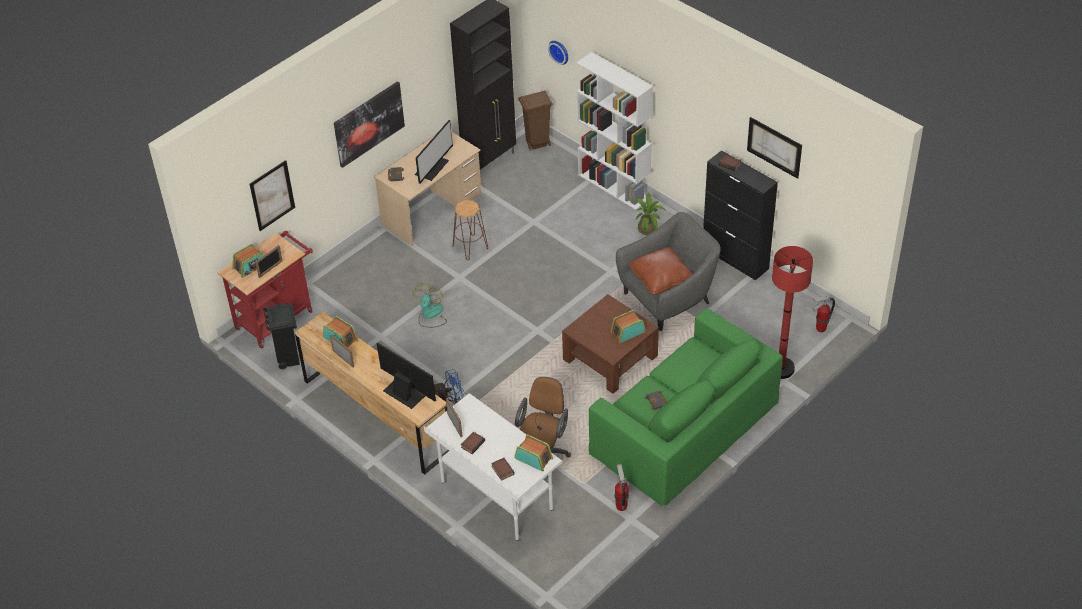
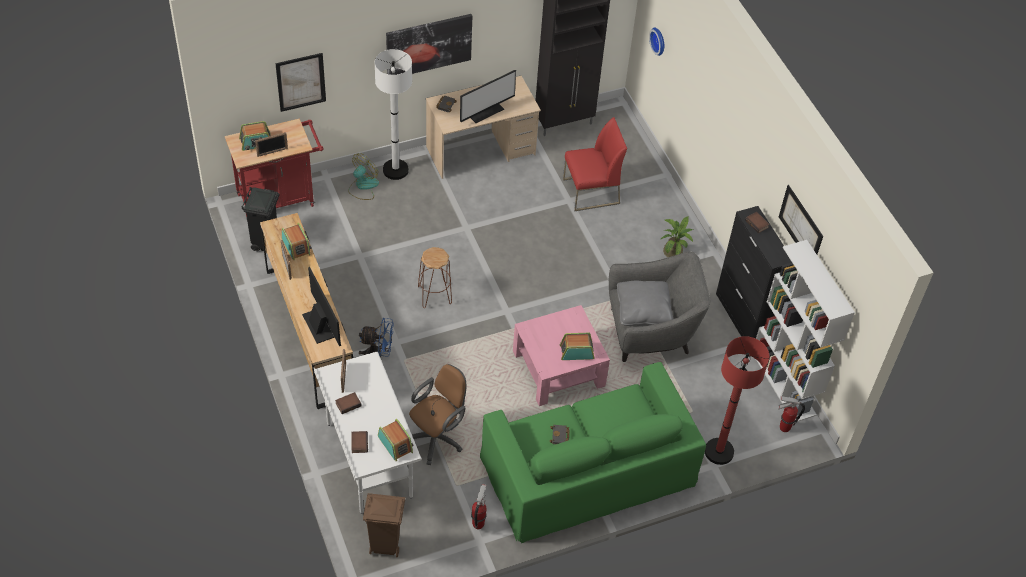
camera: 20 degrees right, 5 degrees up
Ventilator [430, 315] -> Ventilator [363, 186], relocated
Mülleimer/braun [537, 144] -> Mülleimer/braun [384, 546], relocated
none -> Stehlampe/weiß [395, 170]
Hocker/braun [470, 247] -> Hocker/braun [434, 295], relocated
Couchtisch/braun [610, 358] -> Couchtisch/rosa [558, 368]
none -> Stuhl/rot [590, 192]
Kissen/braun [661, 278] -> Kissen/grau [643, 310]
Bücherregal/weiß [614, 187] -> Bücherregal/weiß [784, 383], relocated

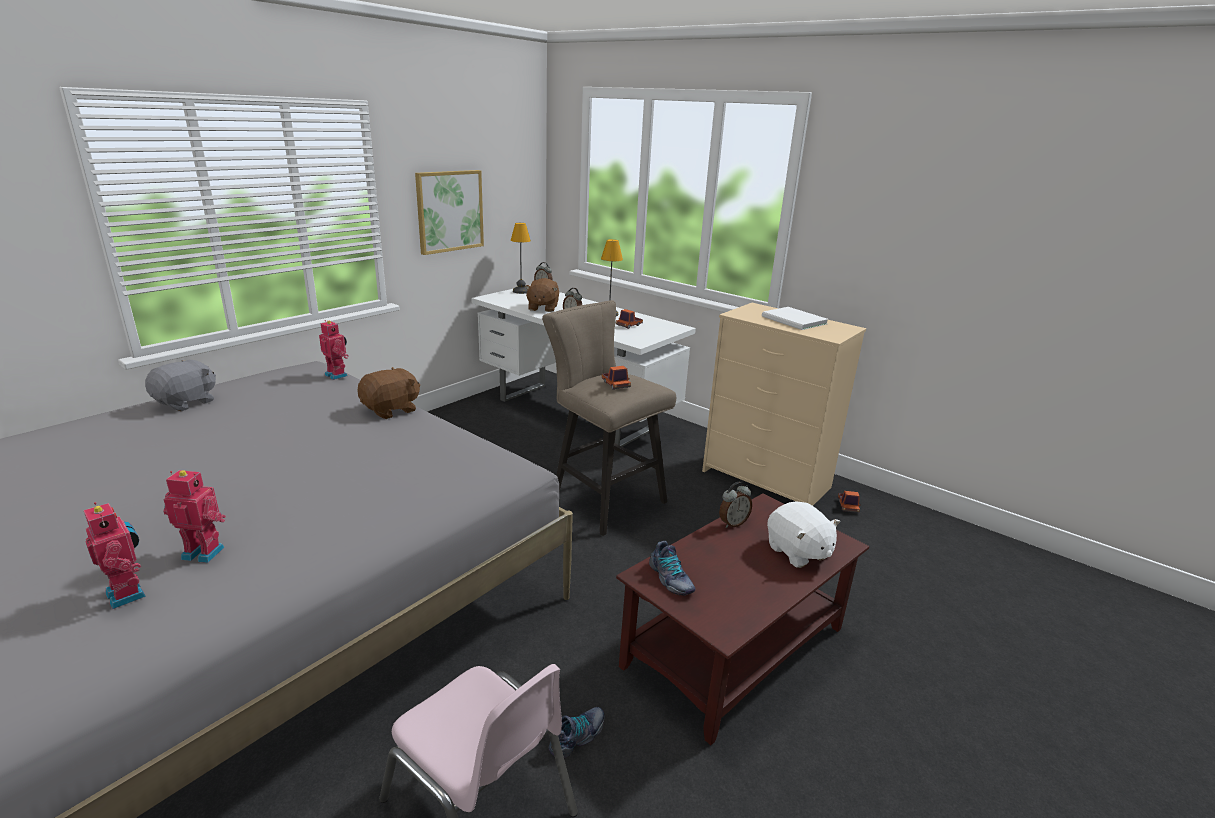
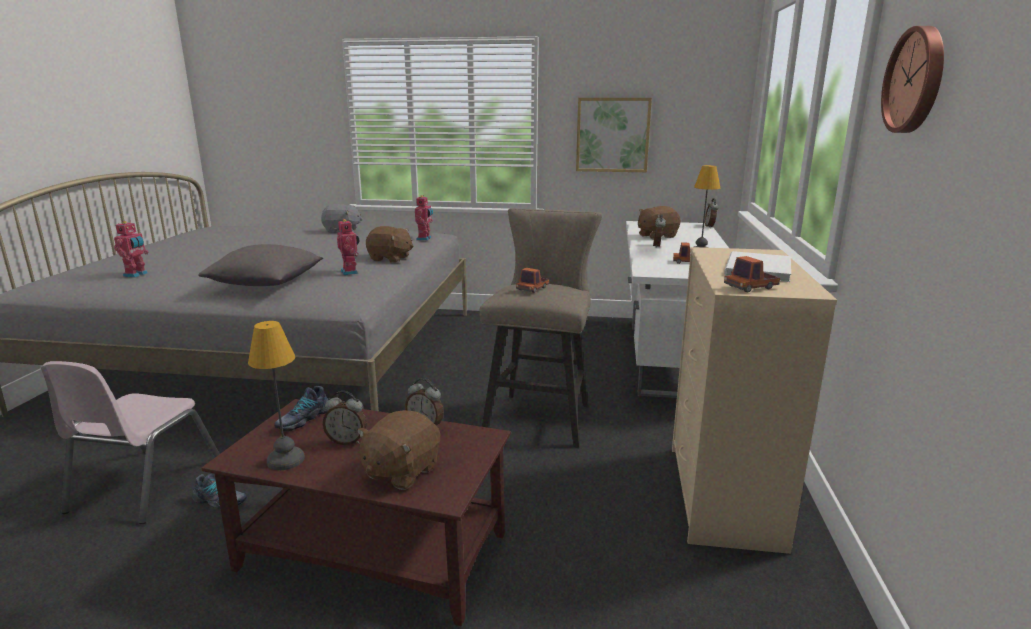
camera: 60 degrees right, 5 degrees down
none -> Kissen/grau [267, 284]
Tischlampe [520, 291] -> Tischlampe [286, 459], relocated
none -> Wecker [347, 441]
Spielzeugroboter [204, 551] -> Spielzeugroboter [350, 272], relocated
Plüschtier/weiß [797, 552] -> Plüschtier/braun [400, 471]
Spielzeuglaster [847, 506] -> Spielzeuglaster [750, 287], relocated
none -> Wanduhr [916, 80]

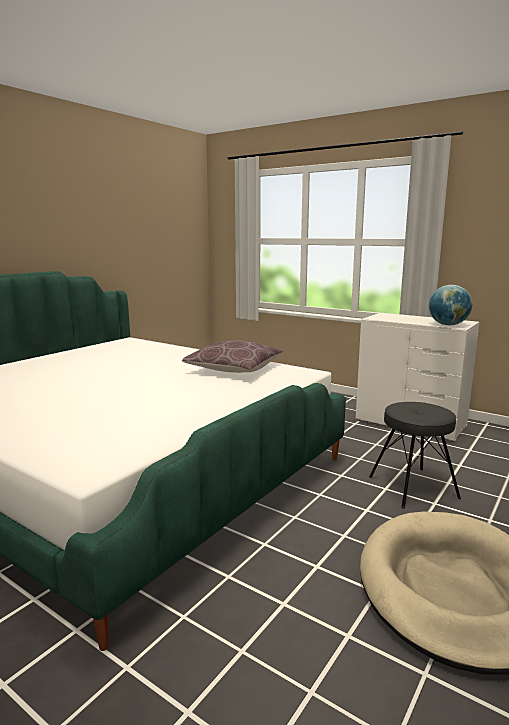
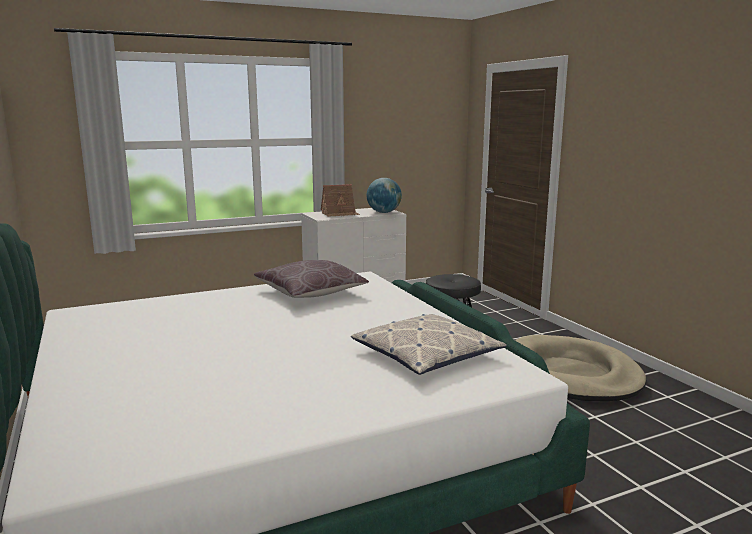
camera: 60 degrees left, 0 degrees up
none -> Spielzeughaus [340, 214]
none -> Kissen [426, 354]

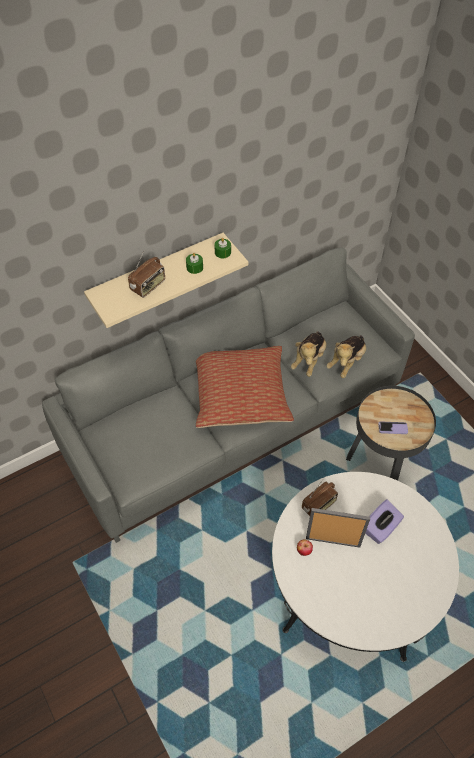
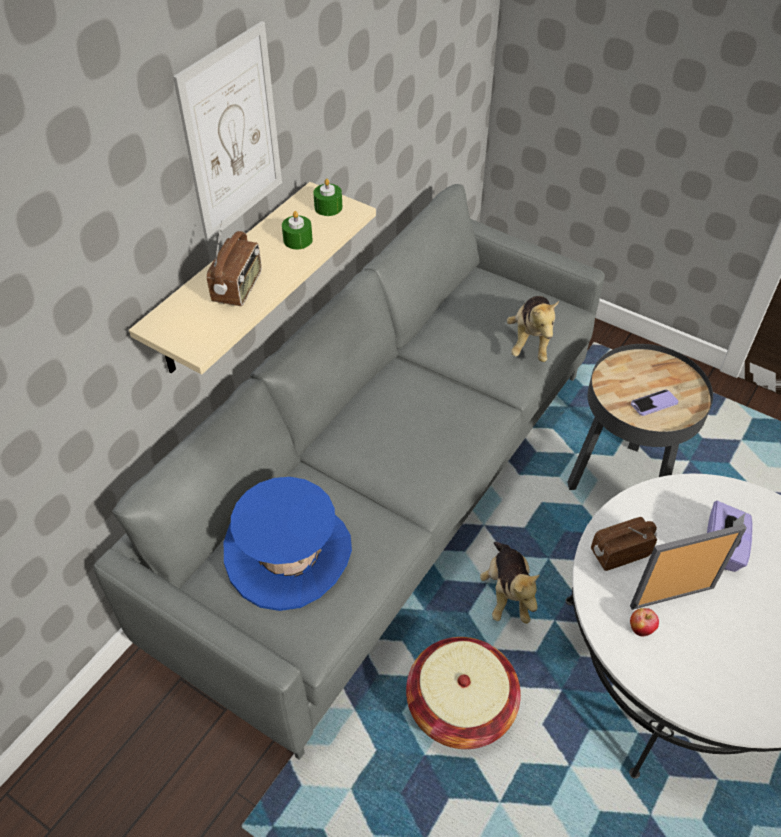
camera: 25 degrees left, 5 degrees down
none -> Bild [232, 135]
none -> Hut/blau [288, 554]
none -> Korb [461, 705]
Plüschtier [309, 360] -> Plüschtier [507, 593], relocated
Radio [319, 506] -> Radio [619, 553], 135 degrees counterclockwise
Kissen [241, 394] -> none

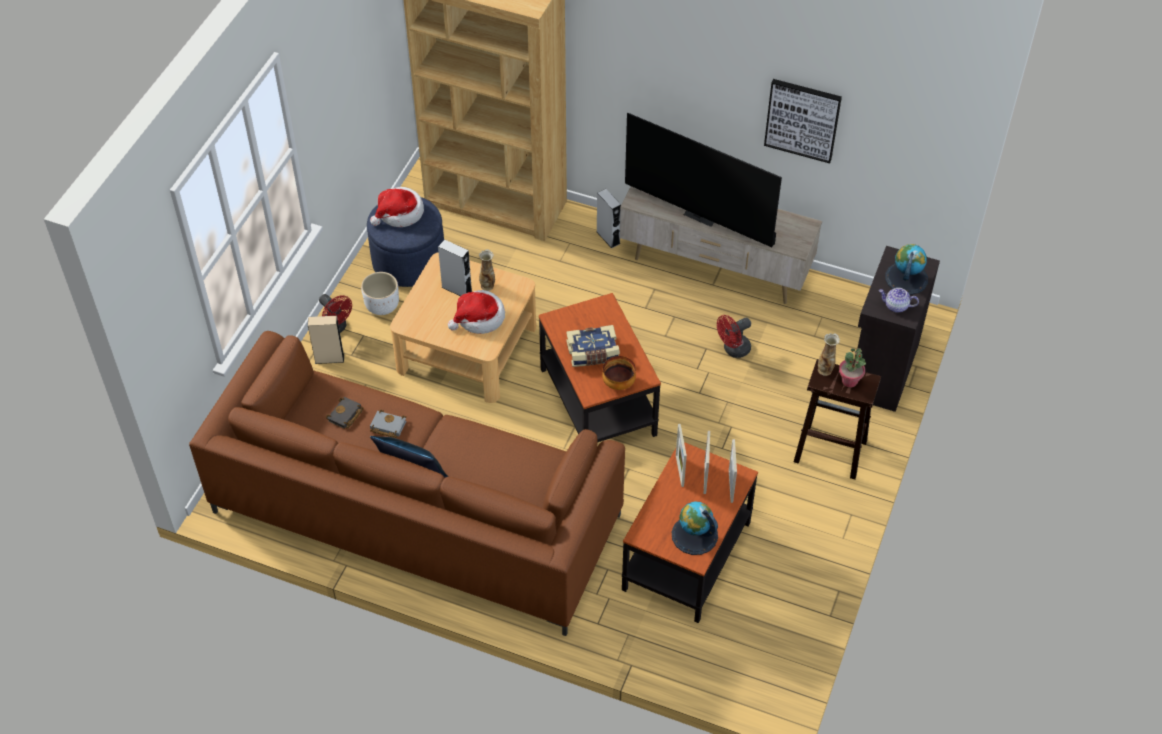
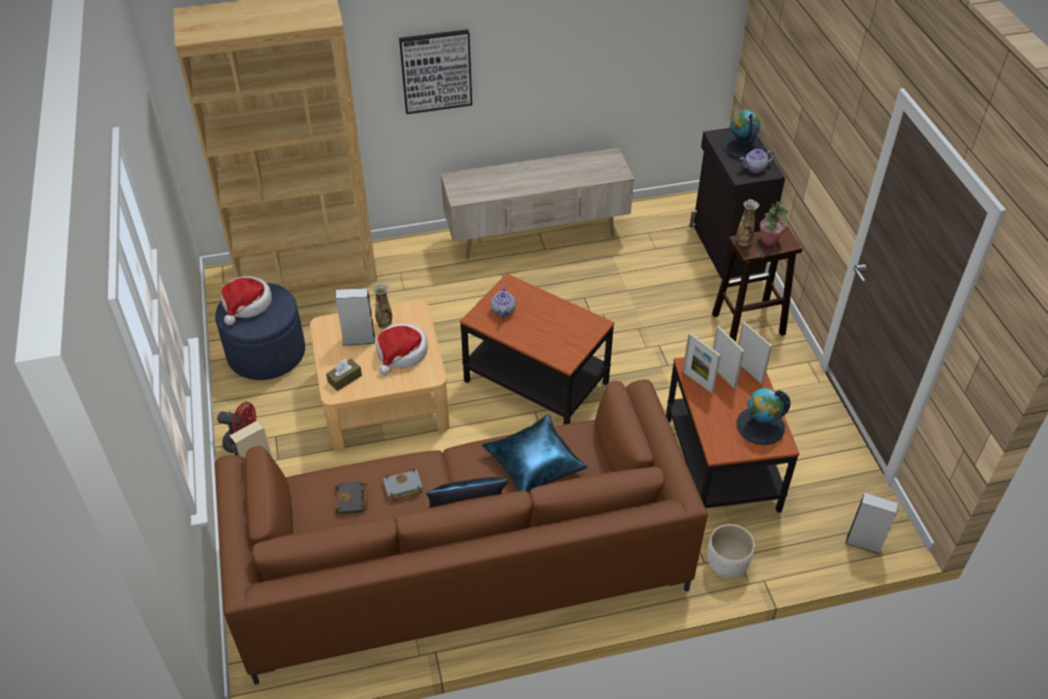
camera: 35 degrees left, 5 degrees down
none -> Taschentuchbox/braun [344, 379]
Bild [802, 119] -> Bild [436, 71], relocated
none -> Kissen/blau [534, 463]
none -> Teekanne [503, 311]
Pflanzkübel/weiß [382, 306] -> Pflanzkübel/weiß [726, 564], relocated
Lautsprecher/grau [608, 237] -> Lautsprecher/grau [863, 543], relocated
Buch [593, 353] -> none
Schüssel [618, 383] -> none
Fernseher [702, 214] -> none
Ventilator/rot [733, 350] -> none

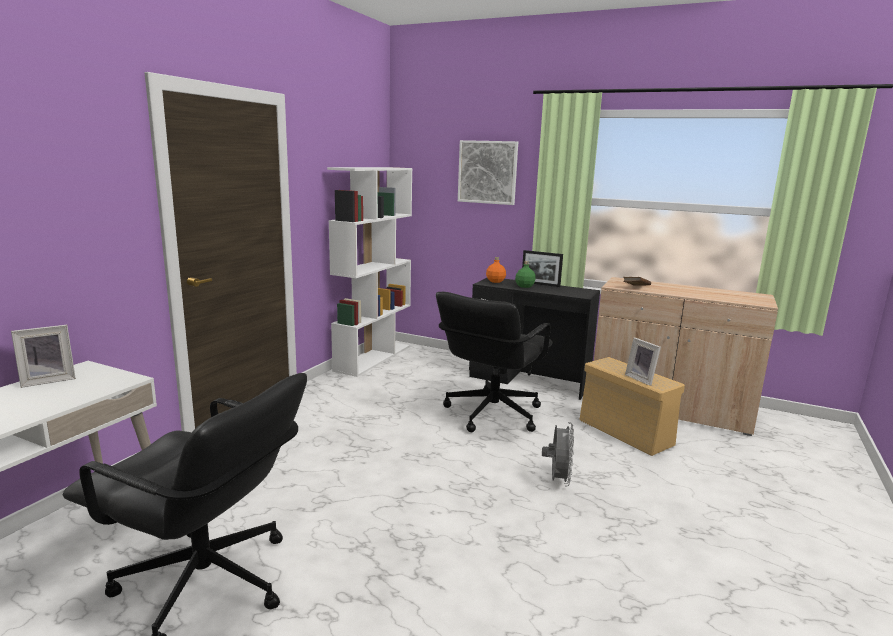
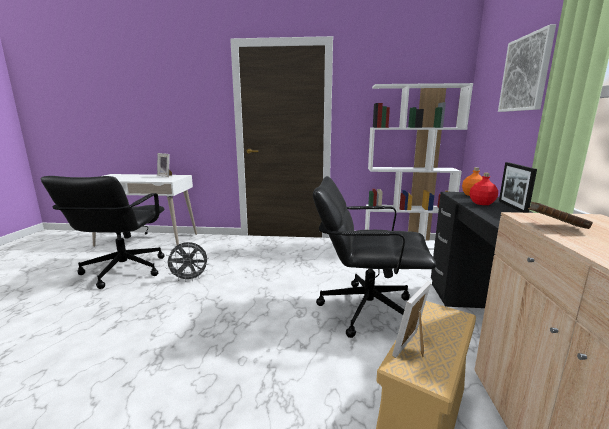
camera: 70 degrees right, 0 degrees up
Ventilator/grau [557, 480] -> Ventilator/grau [190, 279], relocated
Flasche/grün [525, 286] -> Flasche/rot [482, 203]

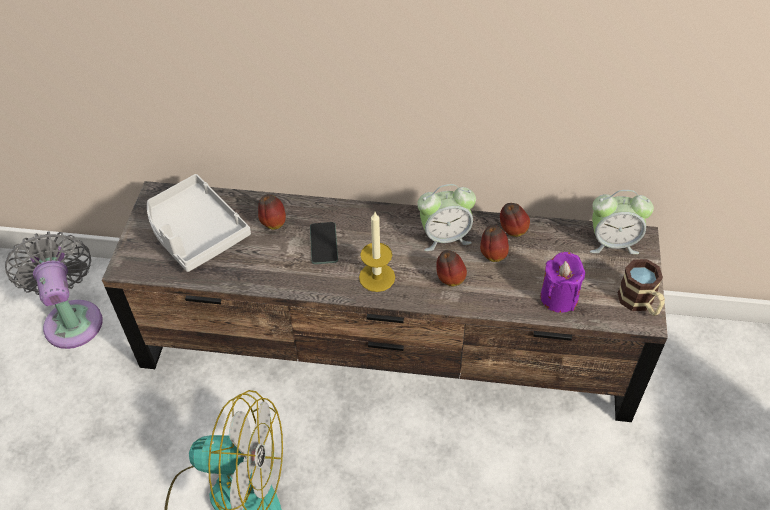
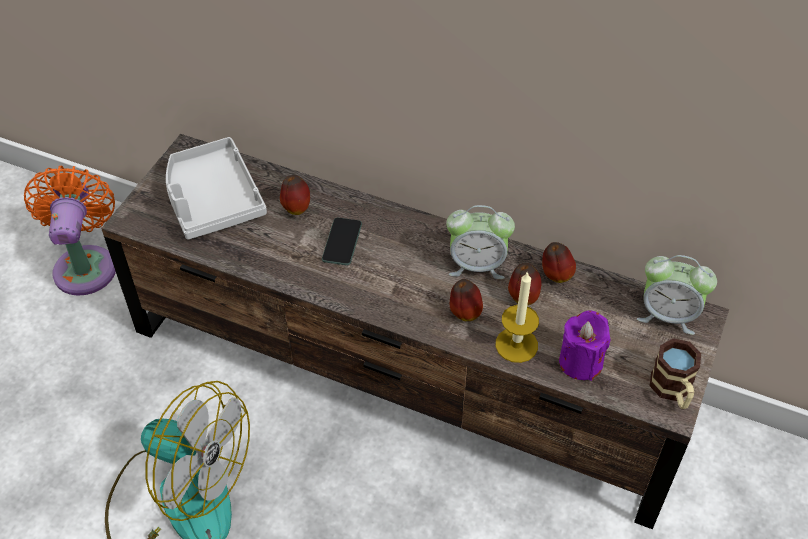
camera: 15 degrees right, 0 degrees up
Ventilator/grau [72, 319] -> Ventilator/orange [86, 265]
Kerze [377, 277] -> Kerze [516, 345], relocated

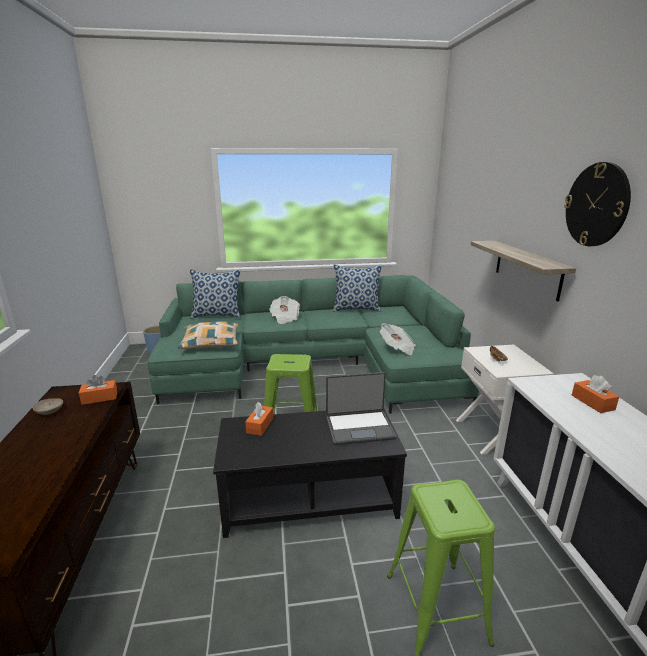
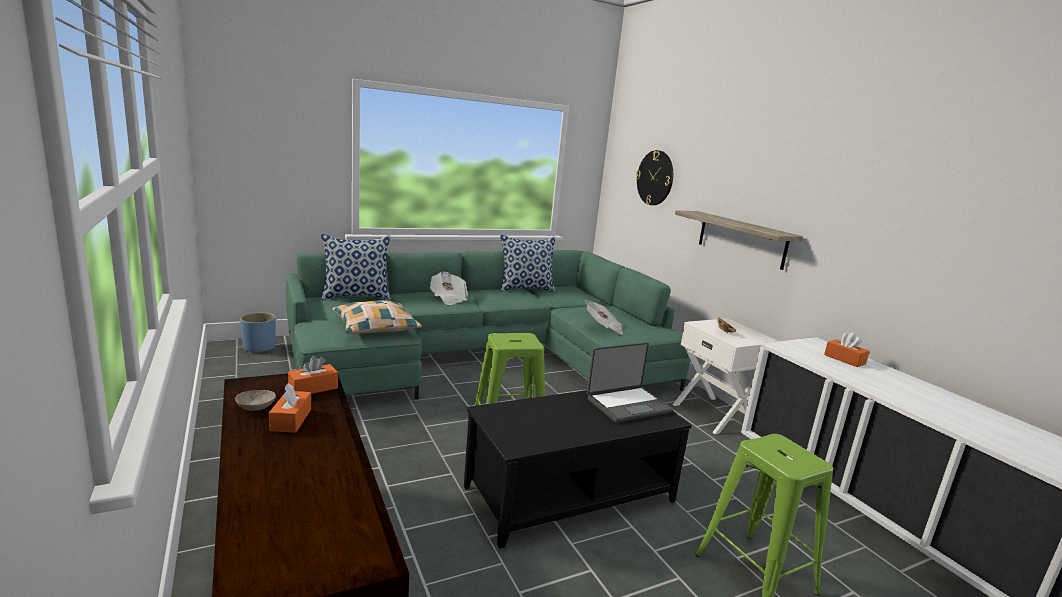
camera: 20 degrees left, 5 degrees down
Taschentuchbox/orange [260, 425] -> Taschentuchbox/orange [291, 420], relocated
Wanduhr [596, 205] -> Wanduhr [655, 178], relocated

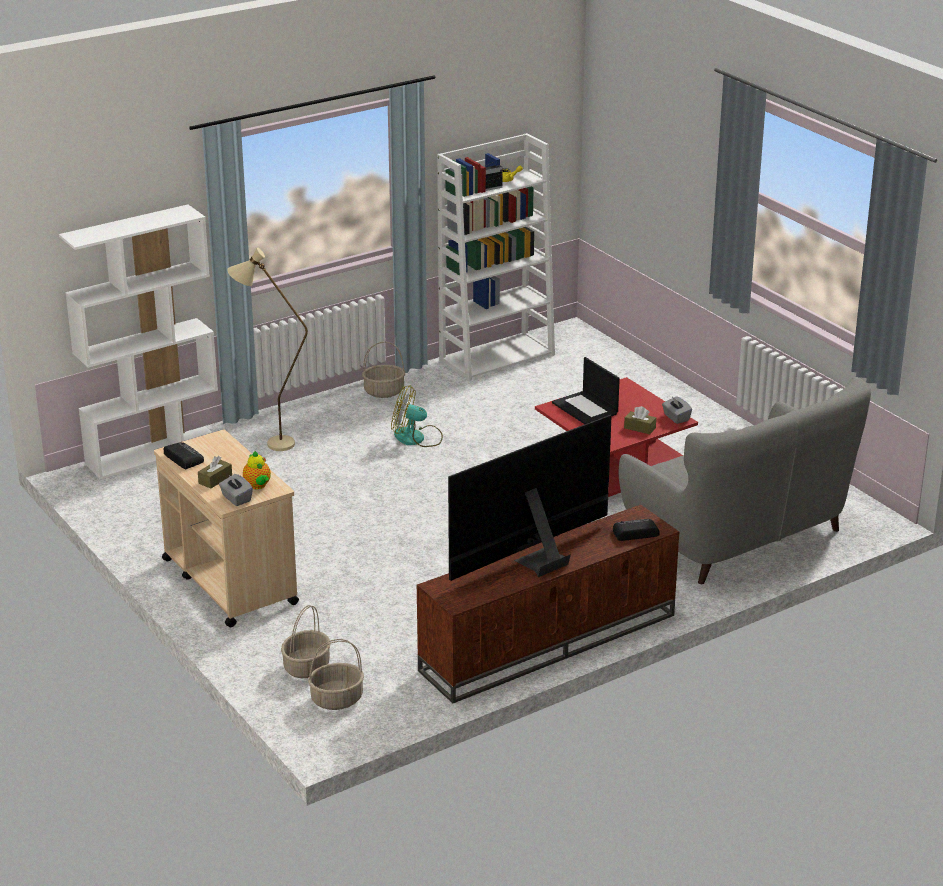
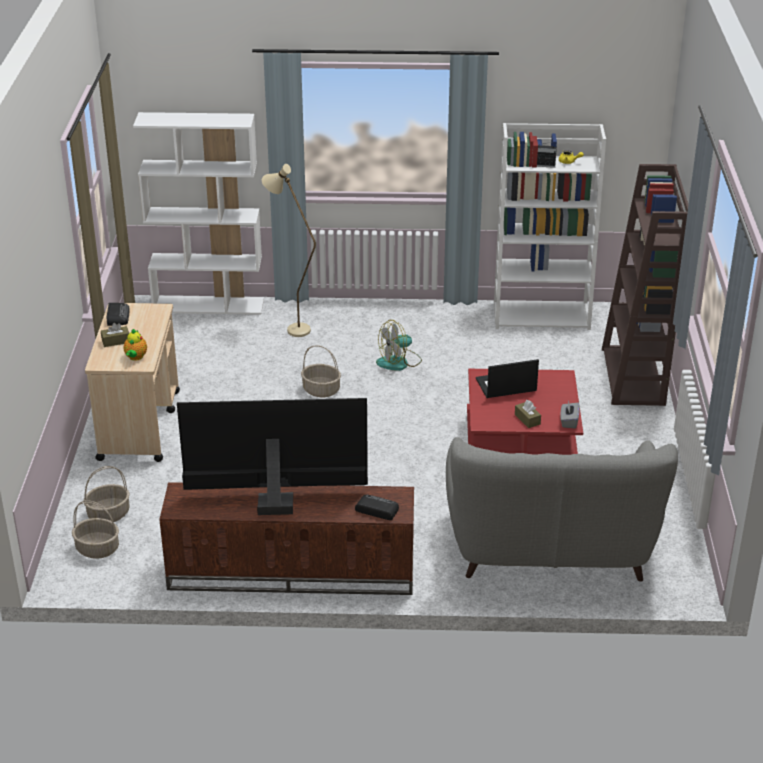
camera: 35 degrees right, 5 degrees up
Korb [383, 392] -> Korb [320, 390], relocated
Ventilator [416, 438] -> Ventilator [399, 362], 75 degrees counterclockwise
Laptop [586, 408] -> Laptop [505, 385], 75 degrees clockwise
none -> Bücherregal/braun [634, 377]
Taschentuchbox/grau [236, 498] -> none

